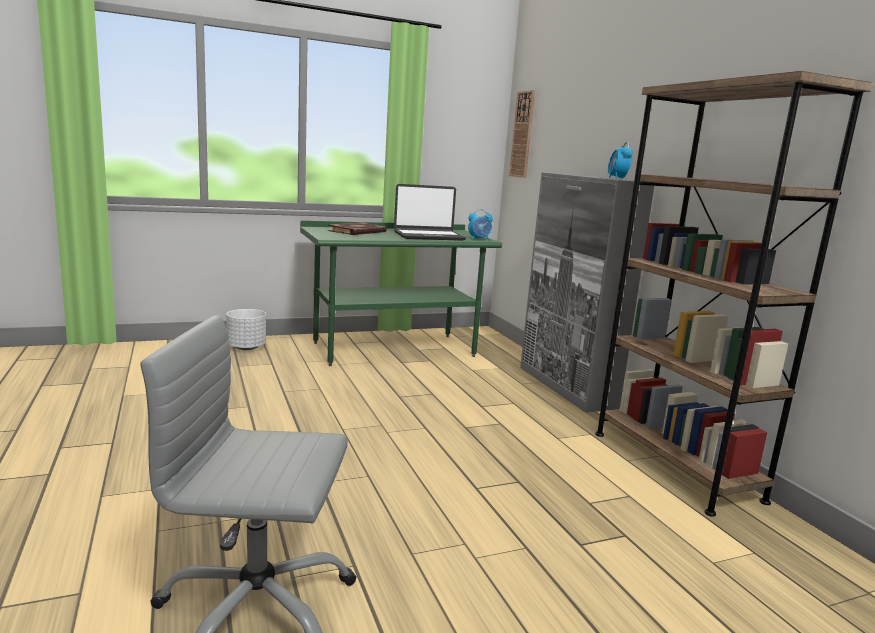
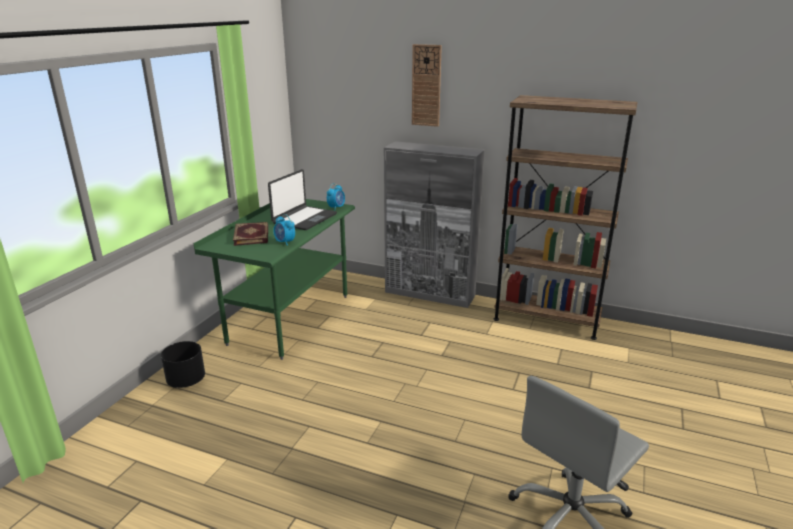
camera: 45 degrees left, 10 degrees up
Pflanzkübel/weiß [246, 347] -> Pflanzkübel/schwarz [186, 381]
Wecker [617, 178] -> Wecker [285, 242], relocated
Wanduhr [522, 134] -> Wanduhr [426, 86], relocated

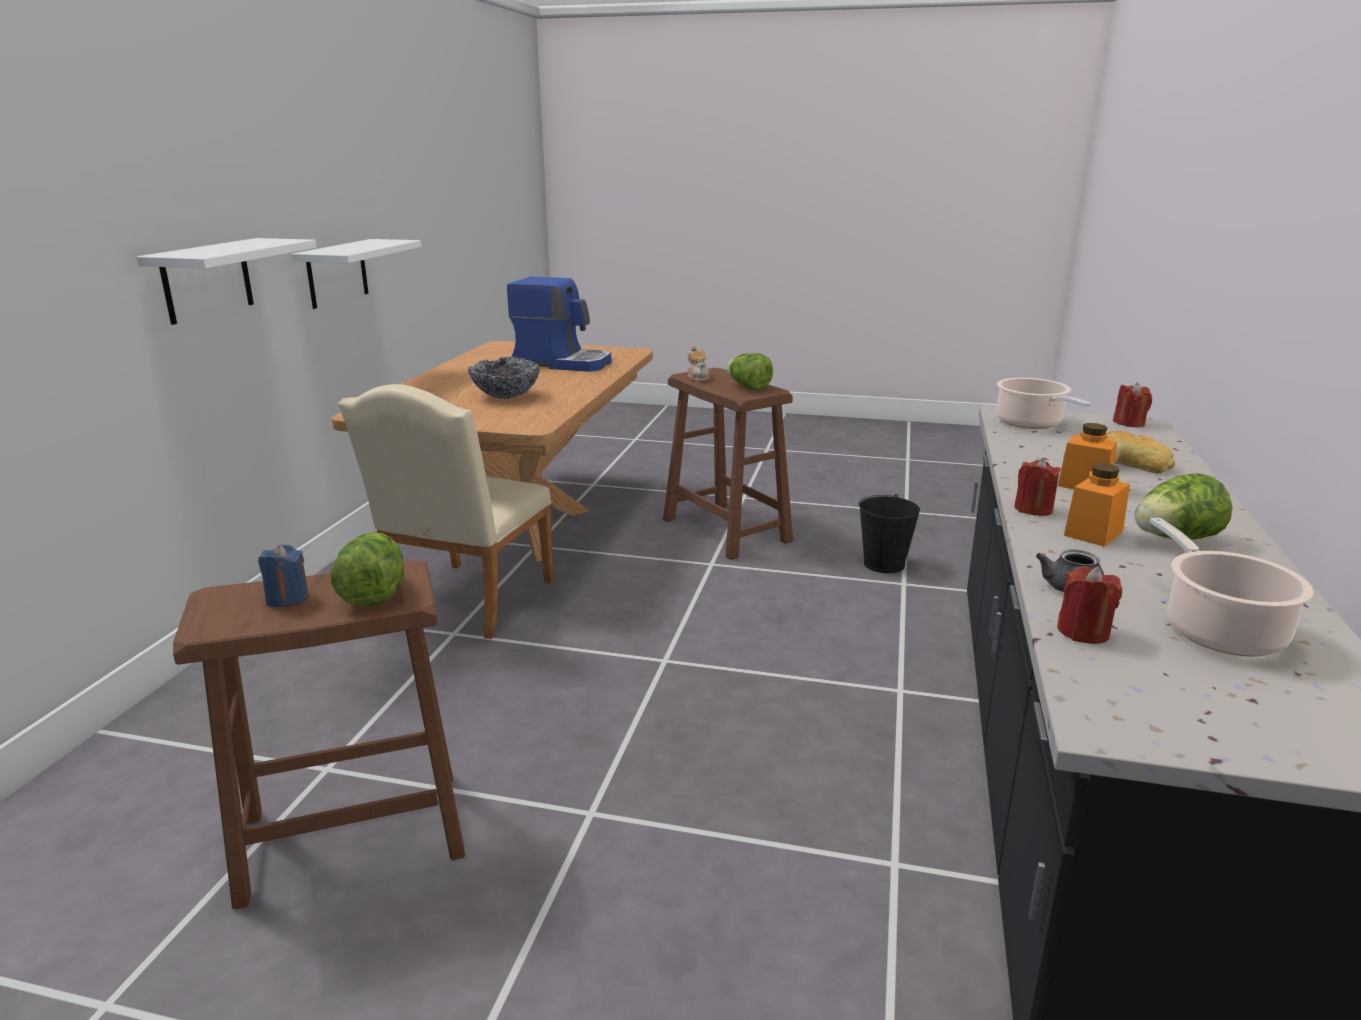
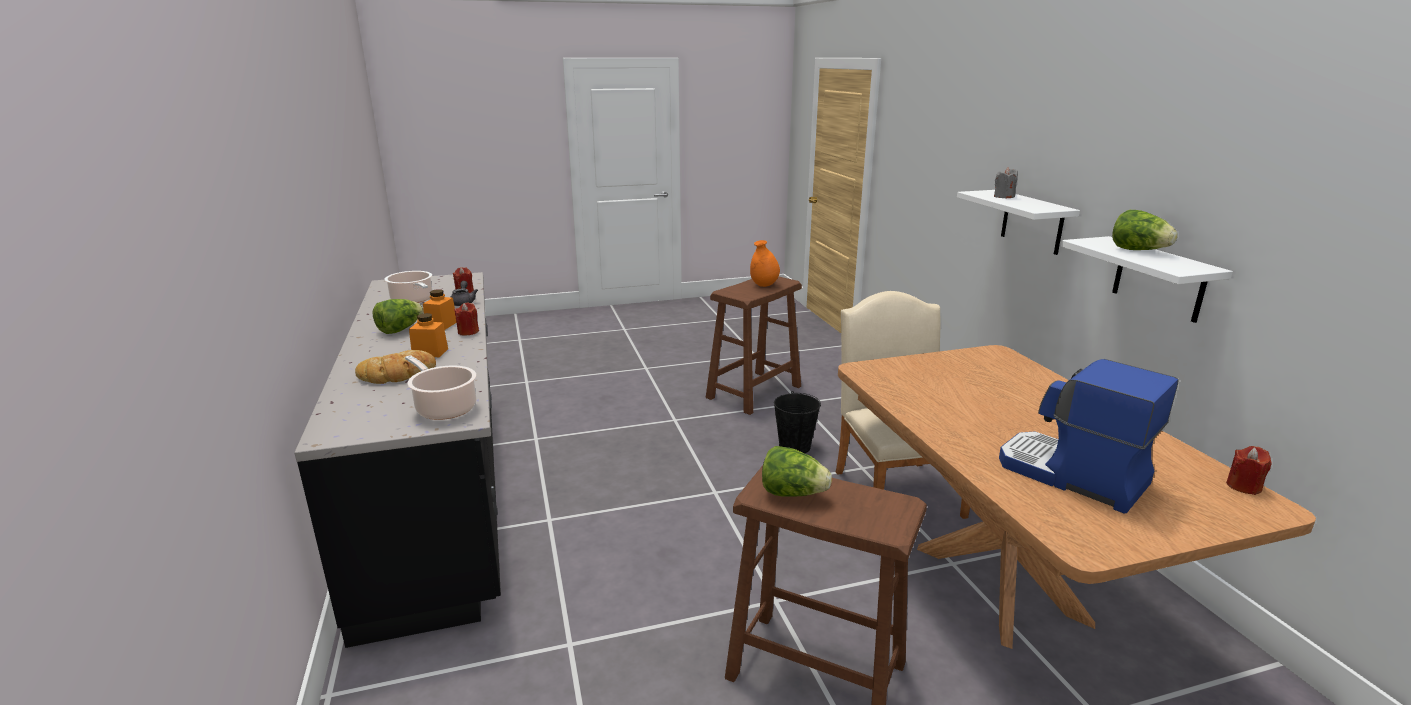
camera: 150 degrees right, 0 degrees up
Kerze/blau [287, 598] -> Vase/orange [764, 285]
Eimer/schwarz [884, 564] -> Eimer/schwarz [794, 446], relocated
none -> Kerze/grau [1004, 197]
Kaffeemaschine [563, 363] -> Kaffeemaschine [1071, 475], 60 degrees clockwise
Salatkopf [374, 593] -> Salatkopf [1138, 250], relocated
Kerze/rot [1129, 423] -> Kerze/rot [1243, 486], relocated
Schüssel [506, 397] -> none
Teekanne [698, 377] -> none

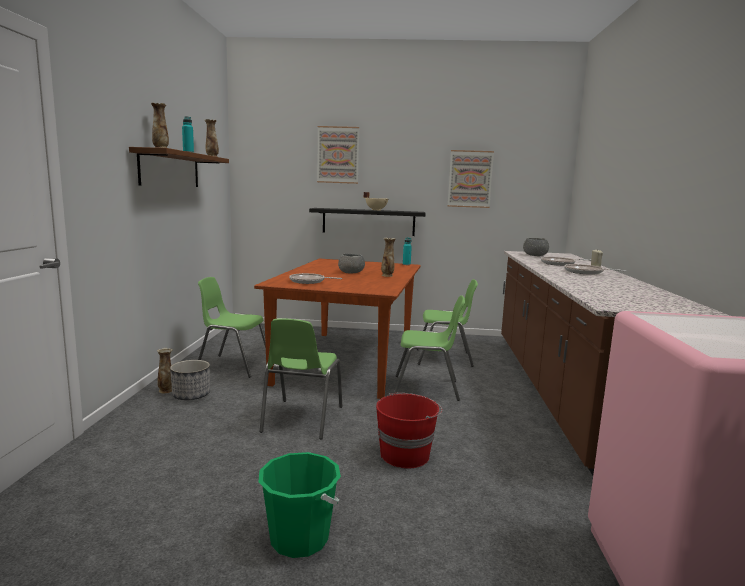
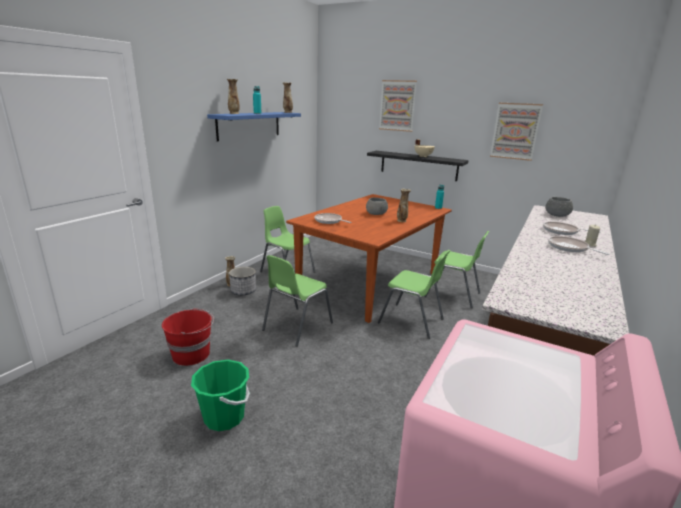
camera: 25 degrees right, 10 degrees up
Eimer/rot [405, 455] -> Eimer/rot [192, 354], relocated
Wandregal/braun [170, 169] -> Wandregal/blau [249, 125]

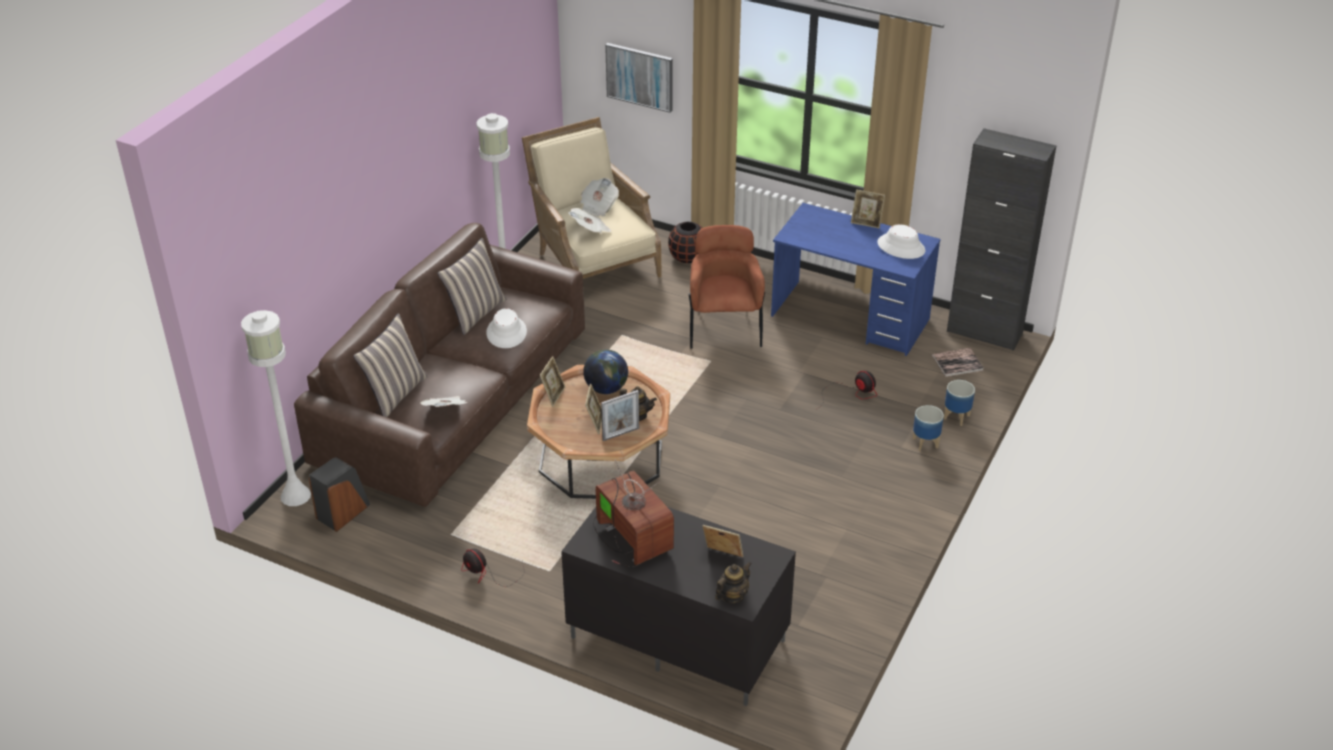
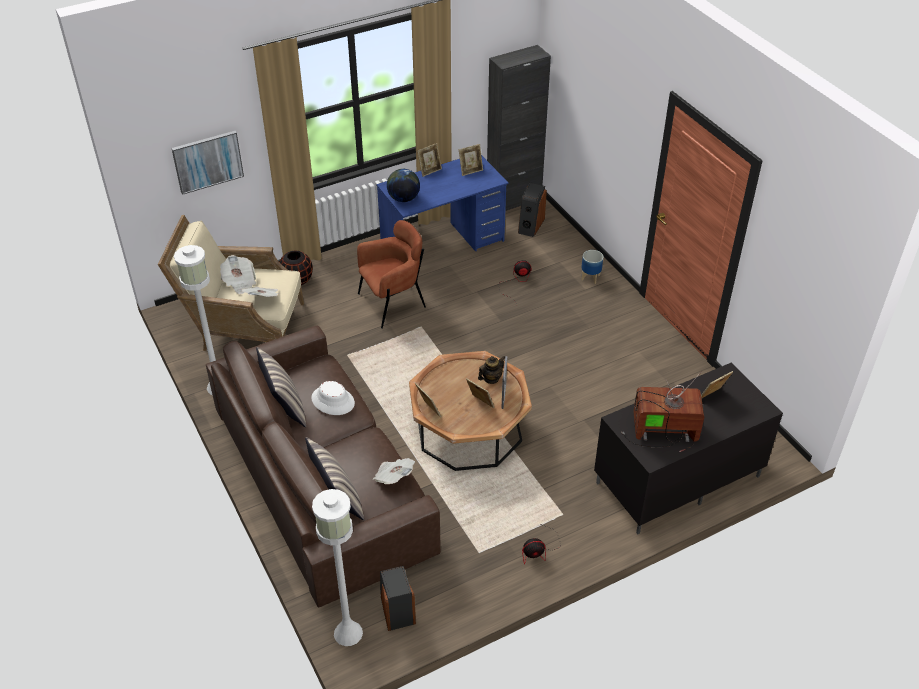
camera: 55 degrees left, 5 degrees up
Sessel/braun [724, 328] -> Sessel/braun [393, 303], 120 degrees clockwise
Globus [606, 388] -> Globus [403, 198], relocated
Hut/weiß [901, 247] -> Bilderrahmen [470, 171]
Buch [957, 363] -> Lautsprecher [530, 225]
Teekanne [732, 596] -> none
Pflanzkübel [957, 417] -> none

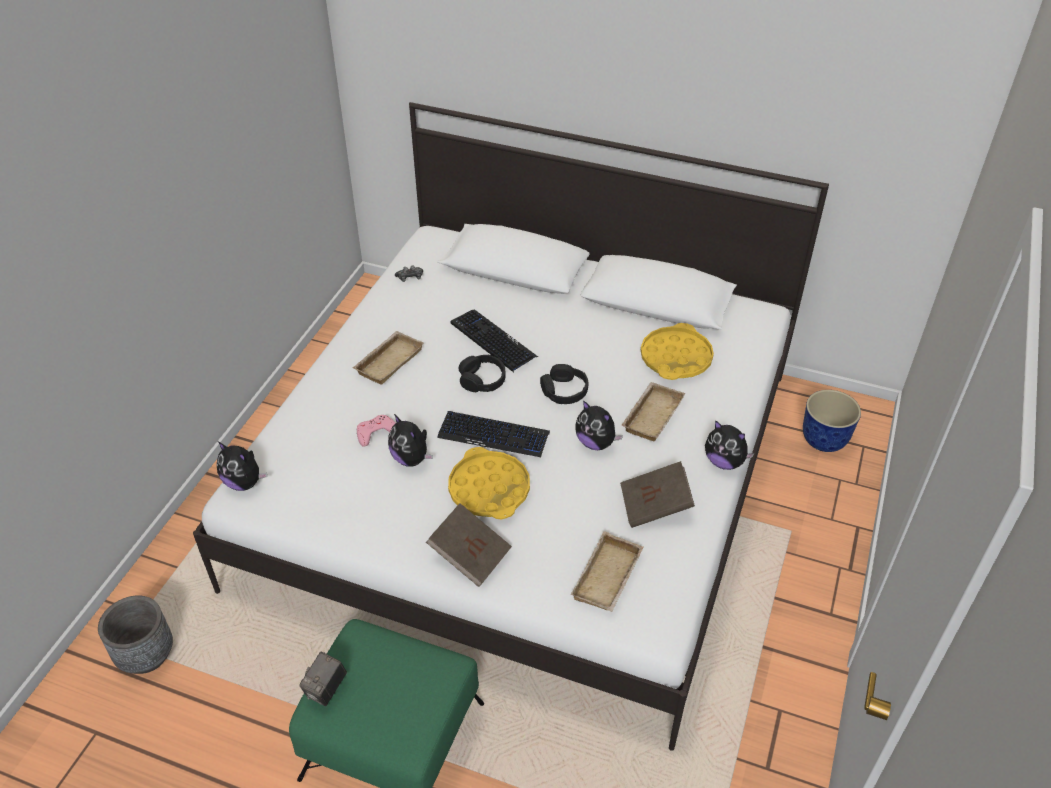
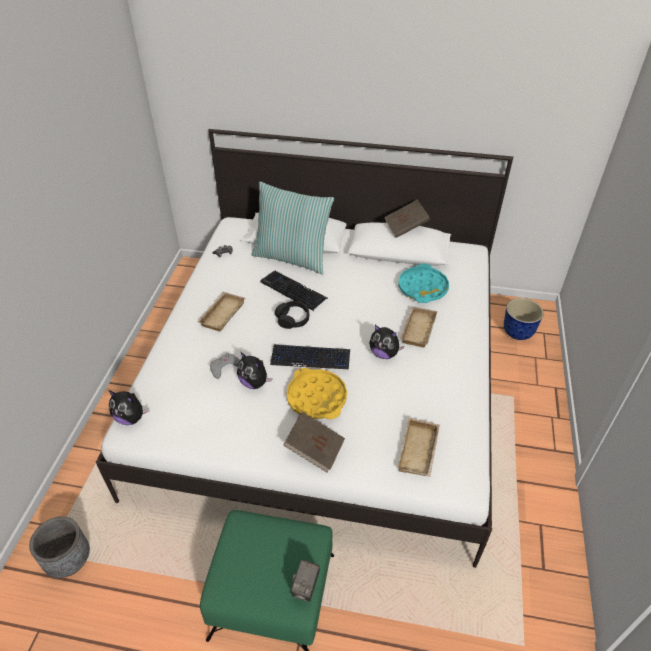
camera: 10 degrees left, 0 degrees up
Gamepad/rosa [376, 433] -> Gamepad/grau [224, 367]
none -> Kissen [292, 257]
Kamera [326, 689] -> Kamera [306, 587], relocated
Buch/braun [655, 506] -> Buch/braun [405, 227], relocated
Tablett/gelb [676, 358] -> Tablett/türkis [422, 288]
Kopfhörer/schwarz [564, 391] -> none
Plüschtier [724, 461] -> none

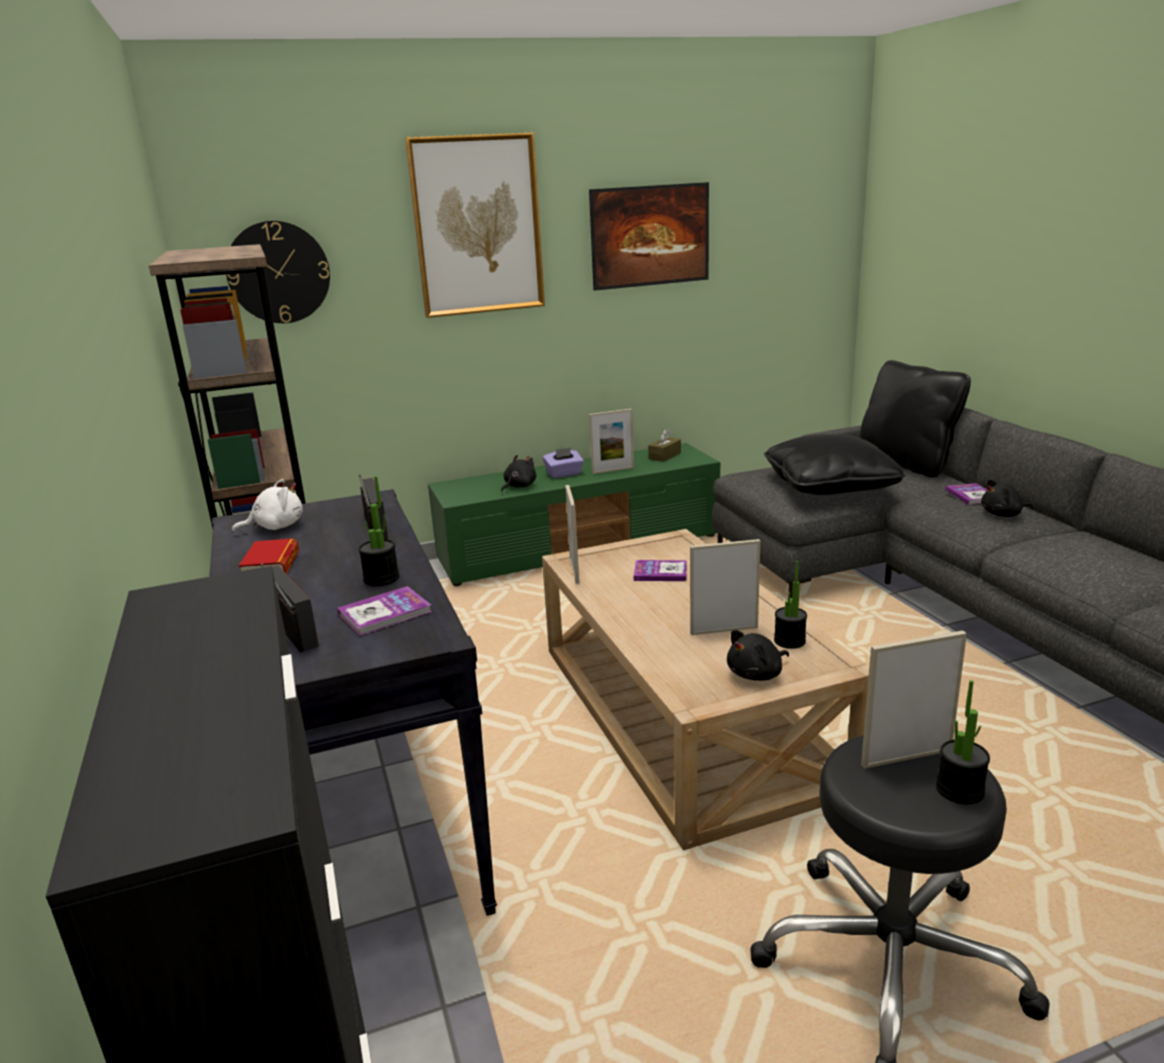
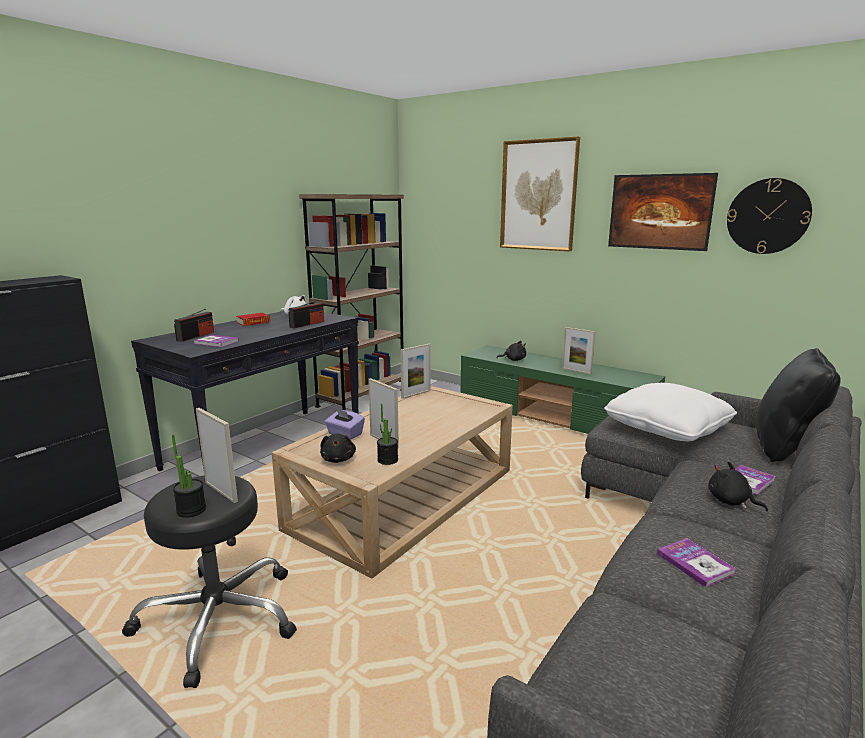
camera: 55 degrees right, 5 degrees down
Plüschtier/schwarz [757, 674] -> Plüschtier/schwarz [338, 459], 120 degrees counterclockwise
Taschentuchbox/lila [564, 474] -> Taschentuchbox/lila [345, 434], relocated
Kissen/schwarz [830, 486] -> Kissen/weiß [666, 429]
Buch [660, 572] -> Buch [695, 563], relocated
Wanduhr [278, 272] -> Wanduhr [768, 216], relocated
Topfpflanze [381, 578] -> none
Taschentuchbox/braun [664, 456] -> none

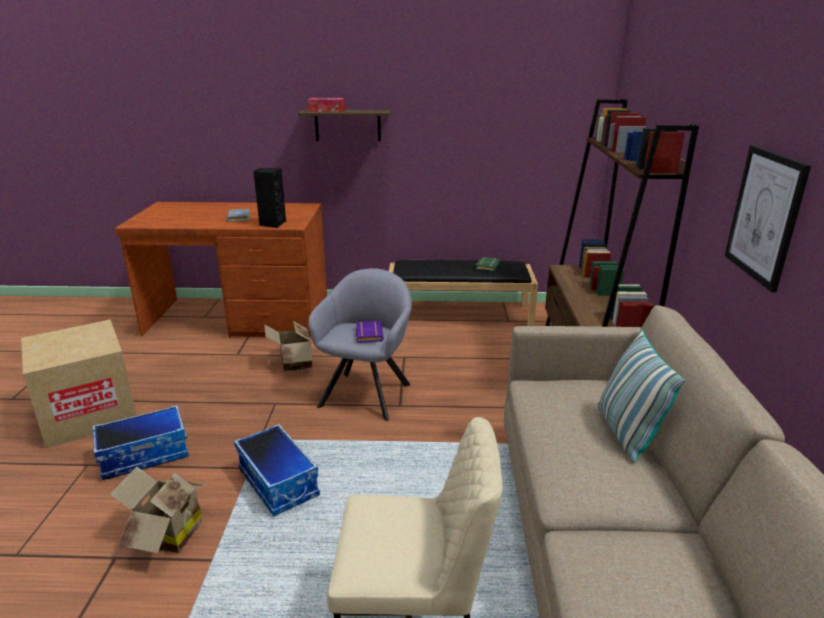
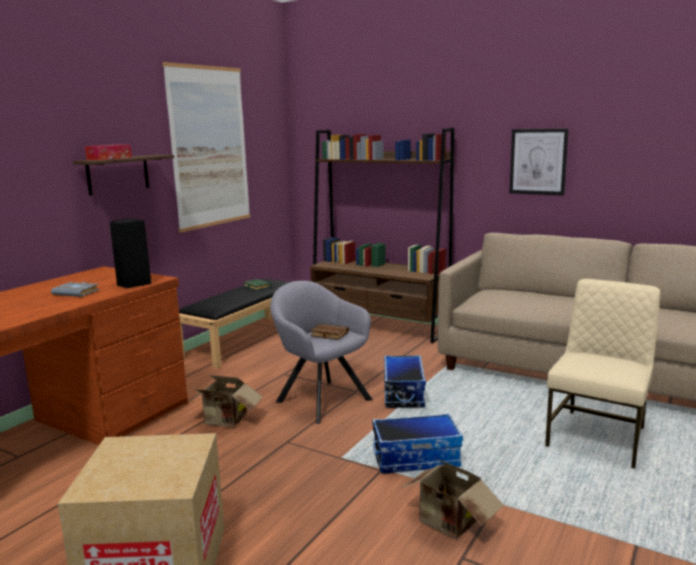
camera: 60 degrees left, 10 degrees down
none -> Bild [209, 147]
Buch/lila [368, 334] -> Buch/braun [328, 334]
Aufbewahrungsbox [145, 455] -> Aufbewahrungsbox [402, 394], relocated
Kissen [626, 433] -> none

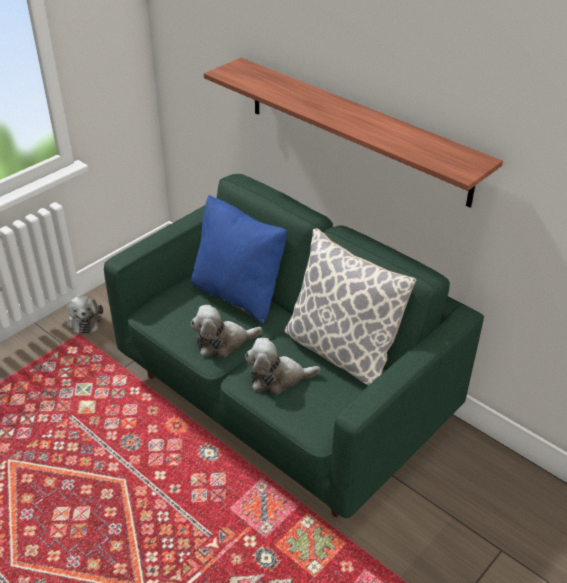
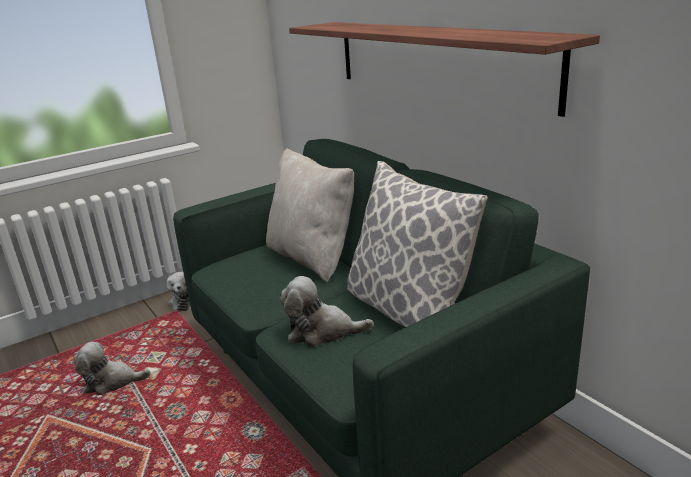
camera: 15 degrees right, 15 degrees down
Plüschtier [223, 342] -> Plüschtier [112, 382], relocated
Kissen/blau [238, 294] -> Kissen/beige [312, 257]

